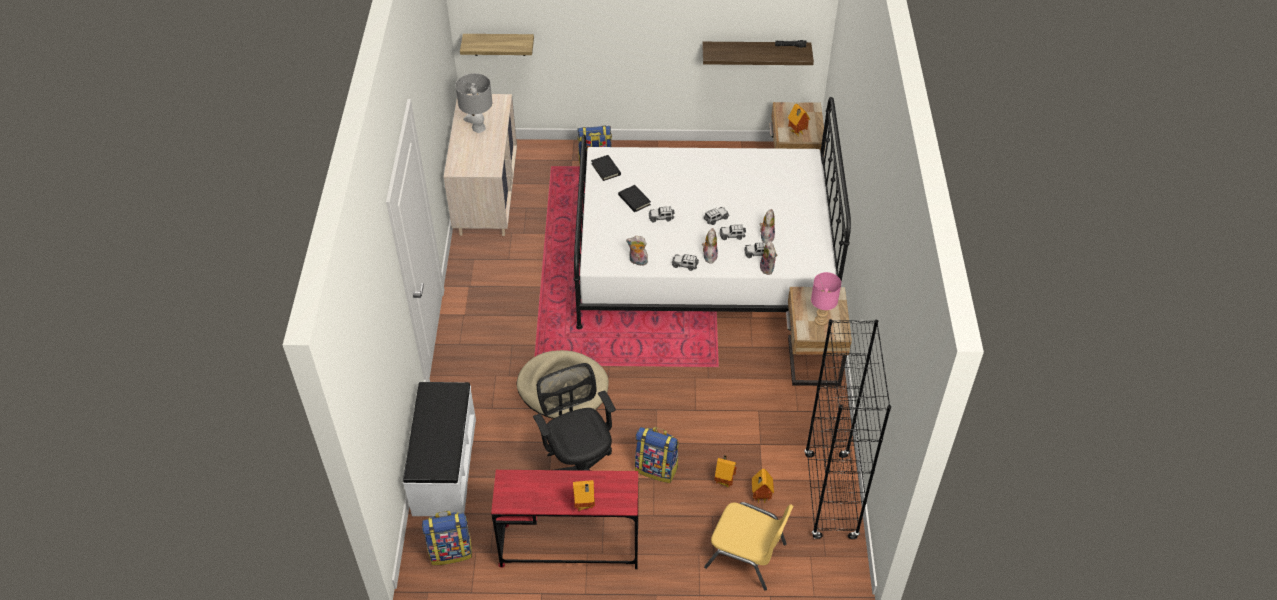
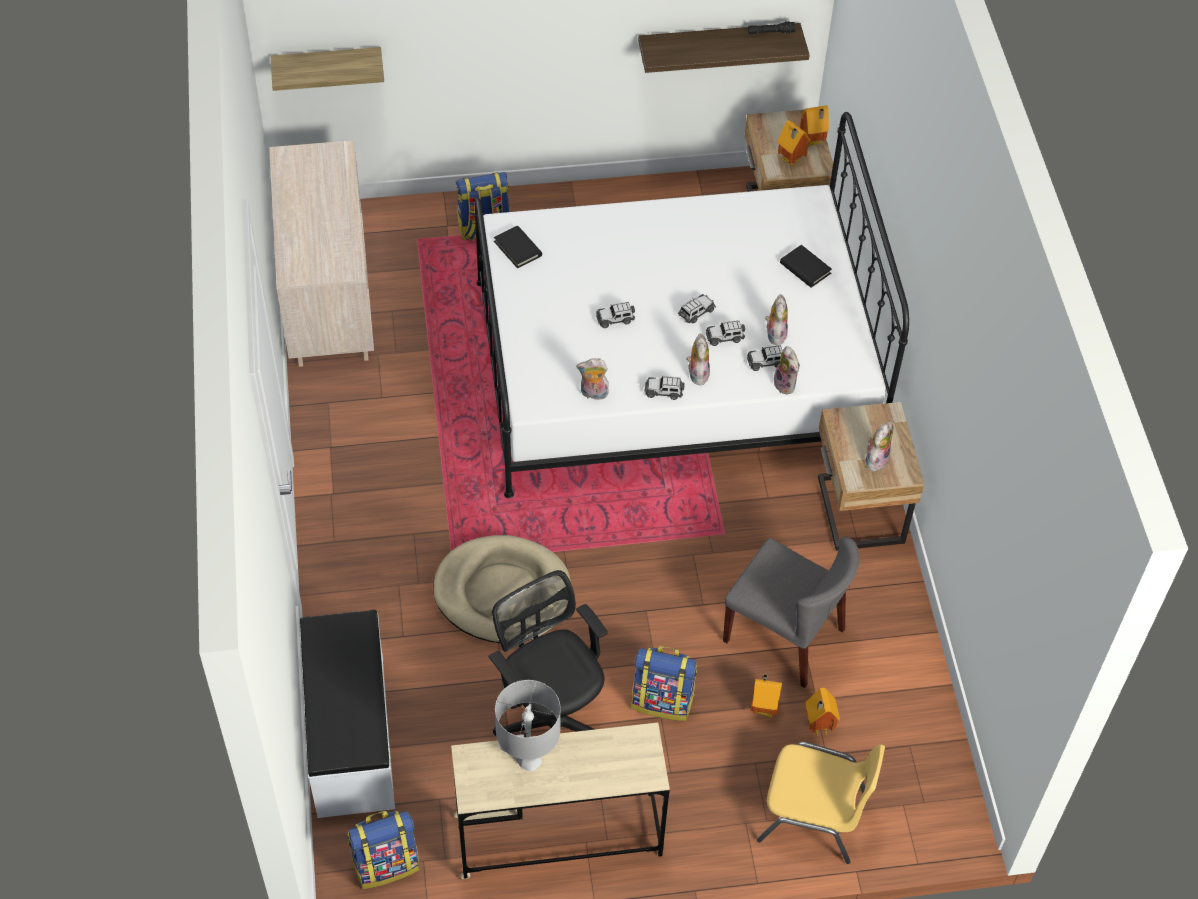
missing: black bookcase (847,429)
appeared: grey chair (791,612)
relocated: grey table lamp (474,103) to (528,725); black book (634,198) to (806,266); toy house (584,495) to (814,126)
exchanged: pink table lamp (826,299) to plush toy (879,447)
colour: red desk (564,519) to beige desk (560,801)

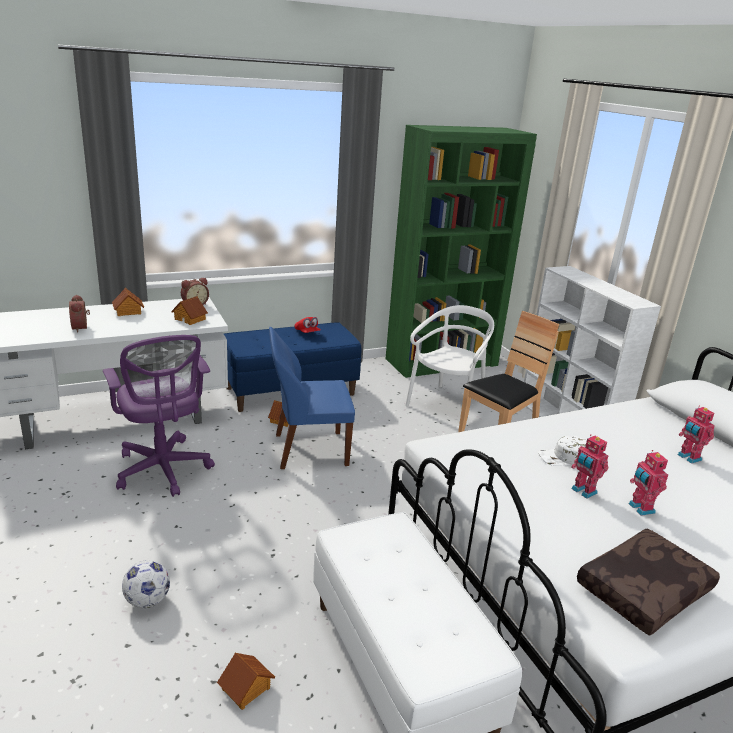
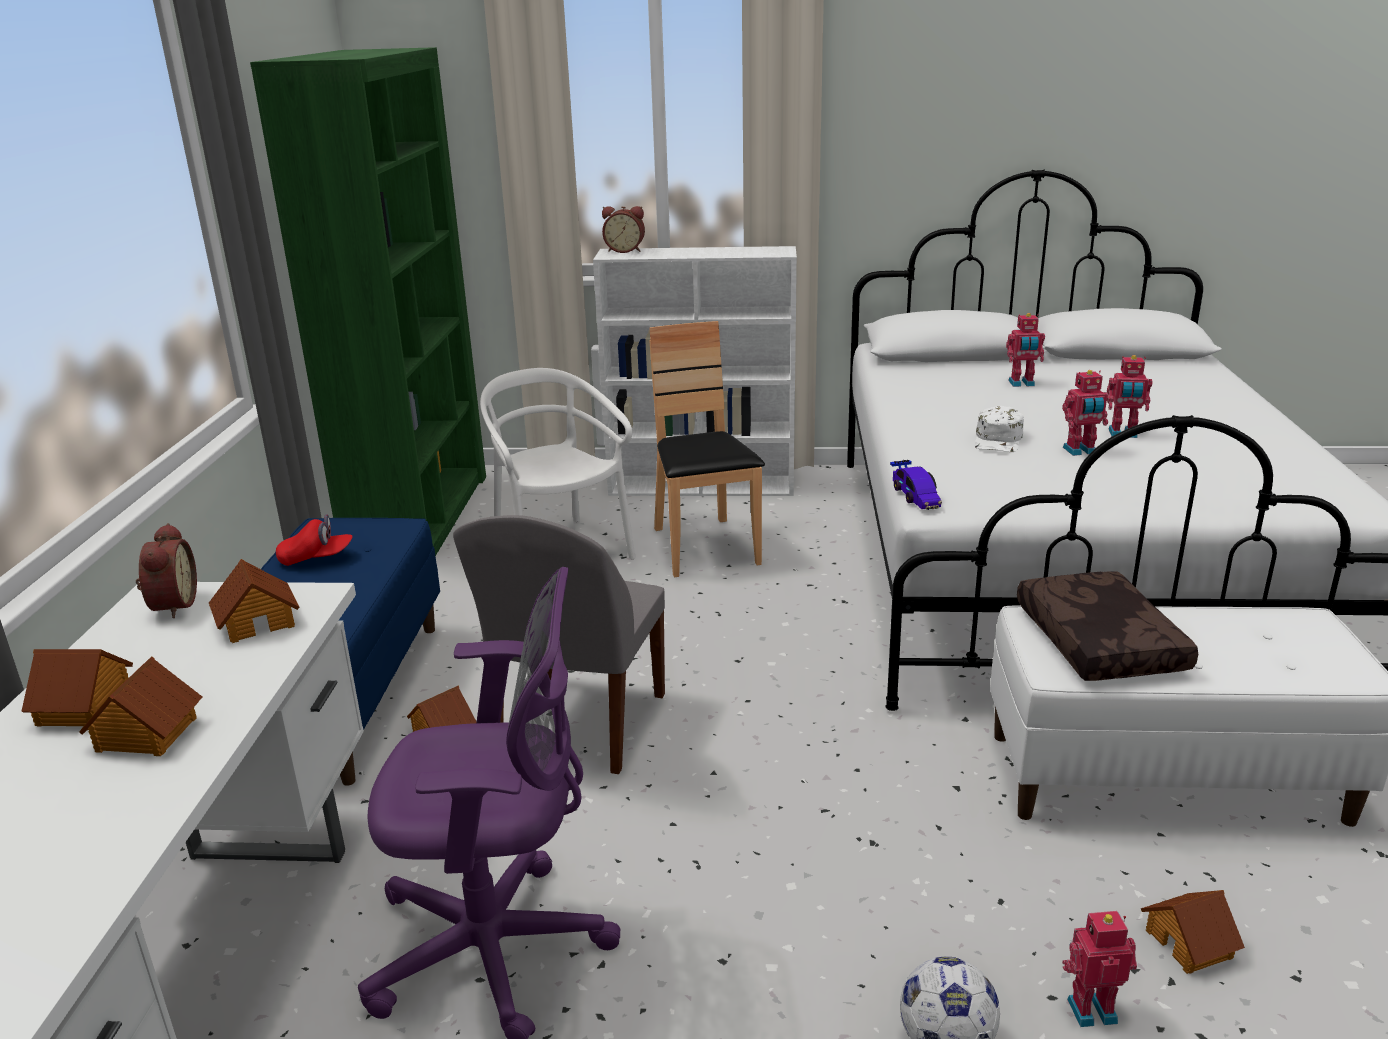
appeared: toy house (140,706); toy car (916,485); toy robot (1099,969)
relocated: alarm clock (79,313) to (623,229); brown pillow (648,582) to (1107,626)
colour: blue chair (312,398) to grey chair (559,644)

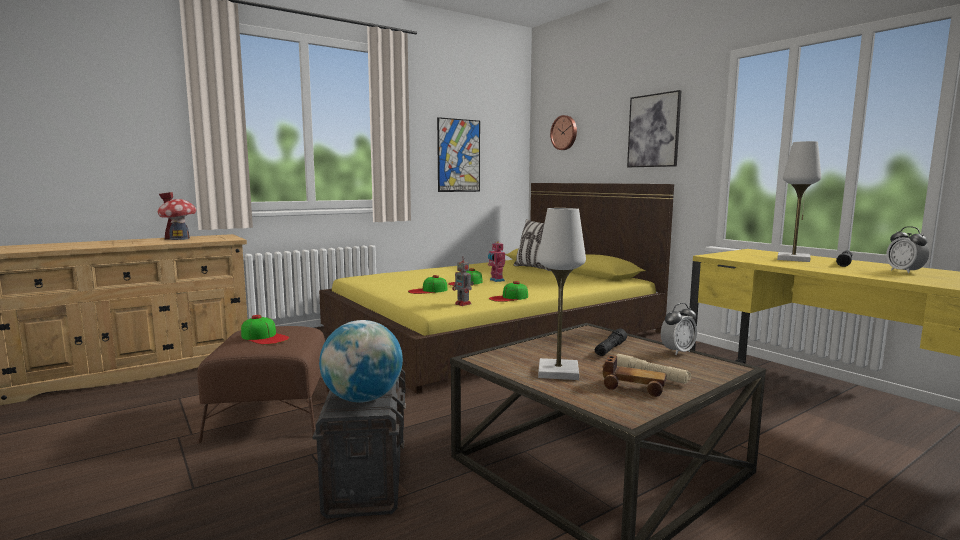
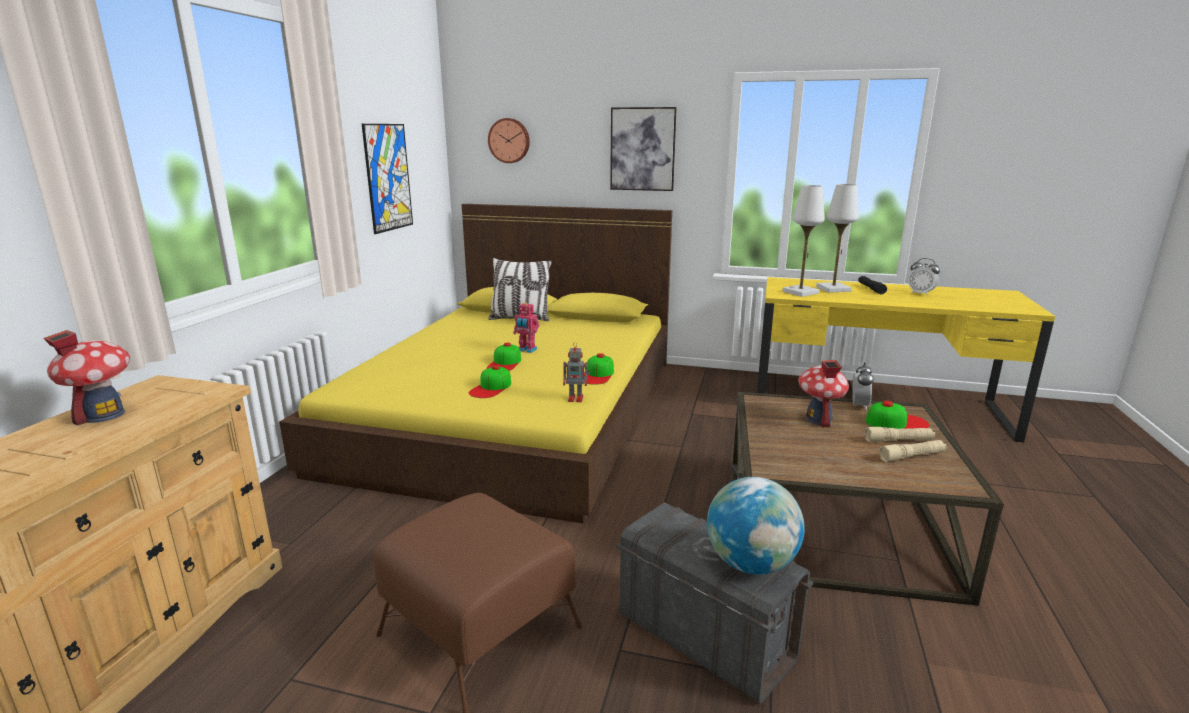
relocated: white table lamp (562,294) to (803,241); cap (265,330) to (898,415)
exchanged: black flashlight (611,342) to toy house (823,393); toy car (634,376) to beige flashlight (913,451)

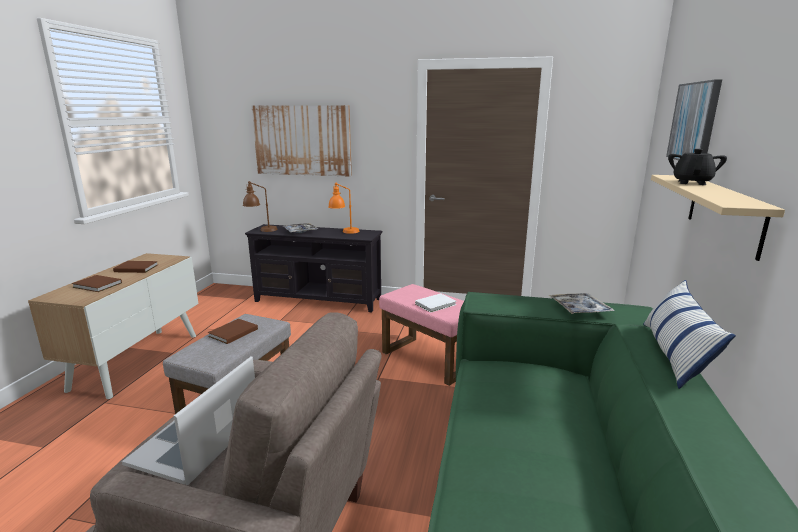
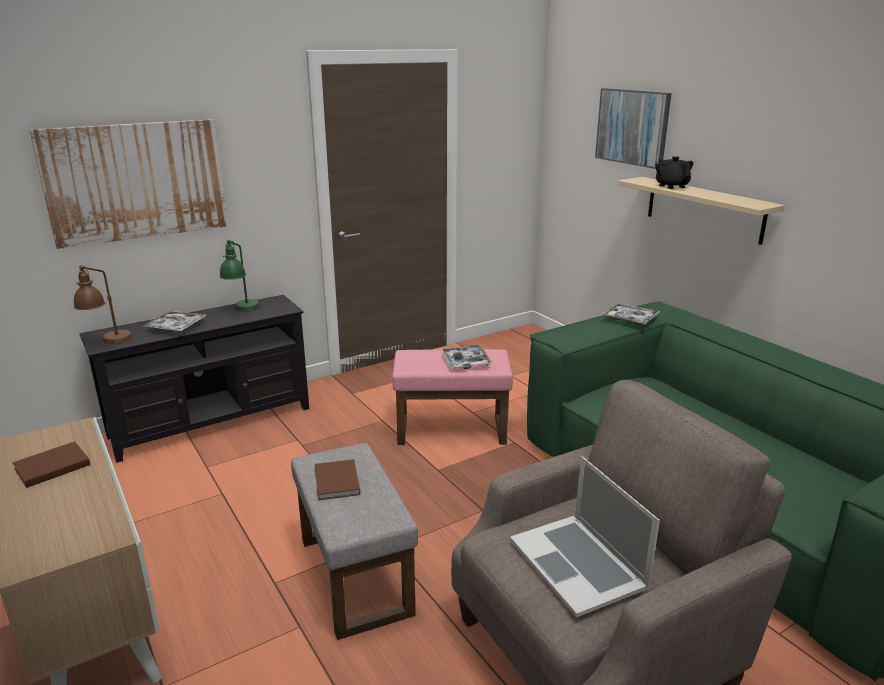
missing: brown book (96,283); pillow (689,334)
exchanged: white book (436,303) to tray (466,357)
colour: orange table lamp (343,208) to green table lamp (239,275)

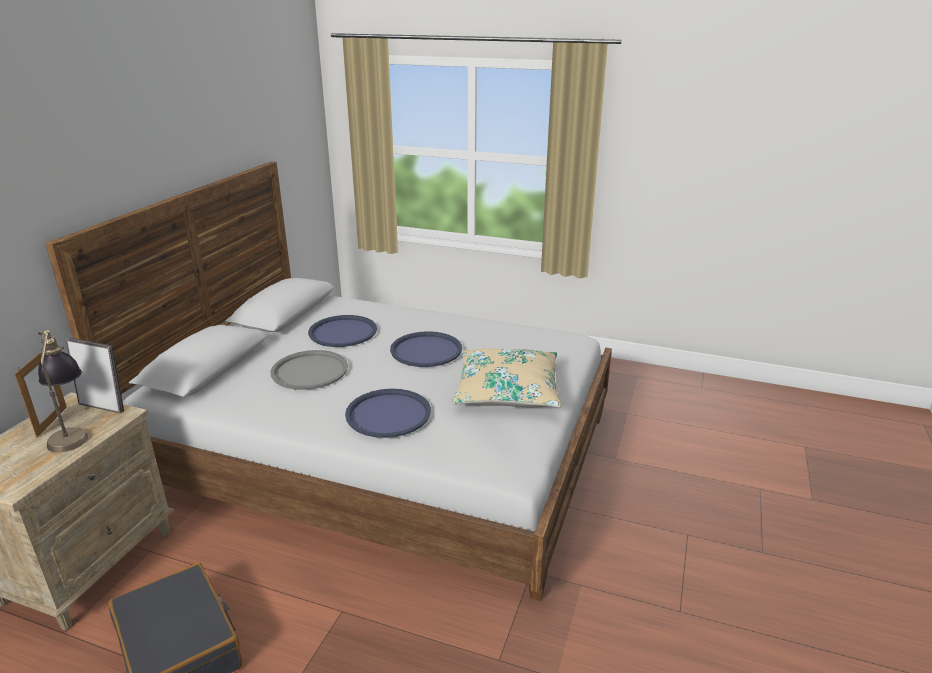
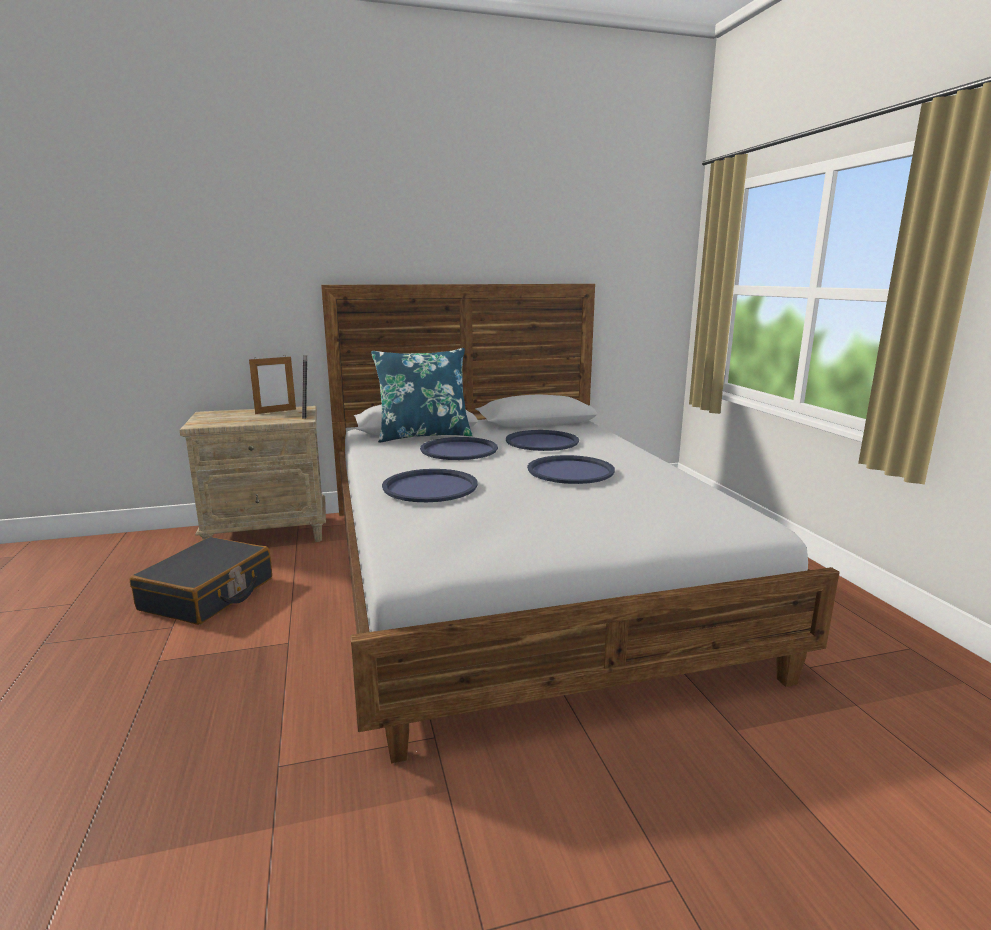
missing: table lamp (63,391); beige pillow (506,378)
appeared: blue pillow (422,395)
colour: grey tray (309,370) to blue tray (459,448)

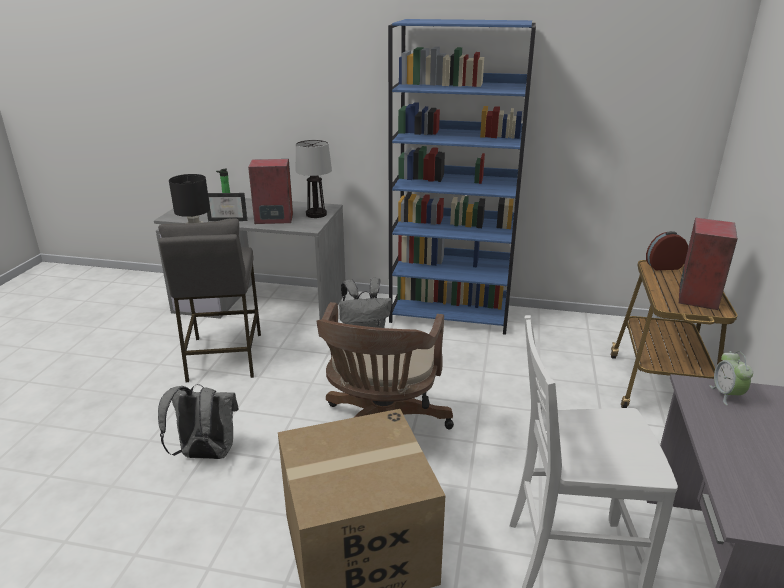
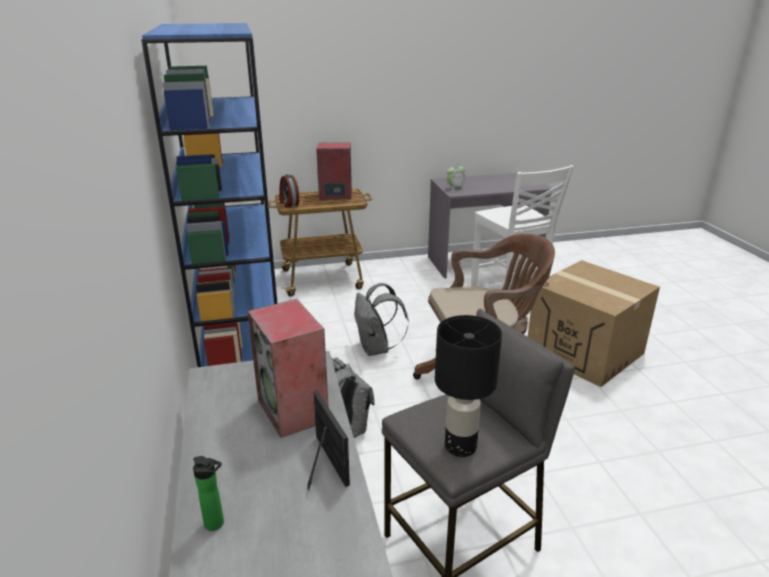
missing: table lamp (314,179)
relocated: grey backpack (198,421) to (381,319)

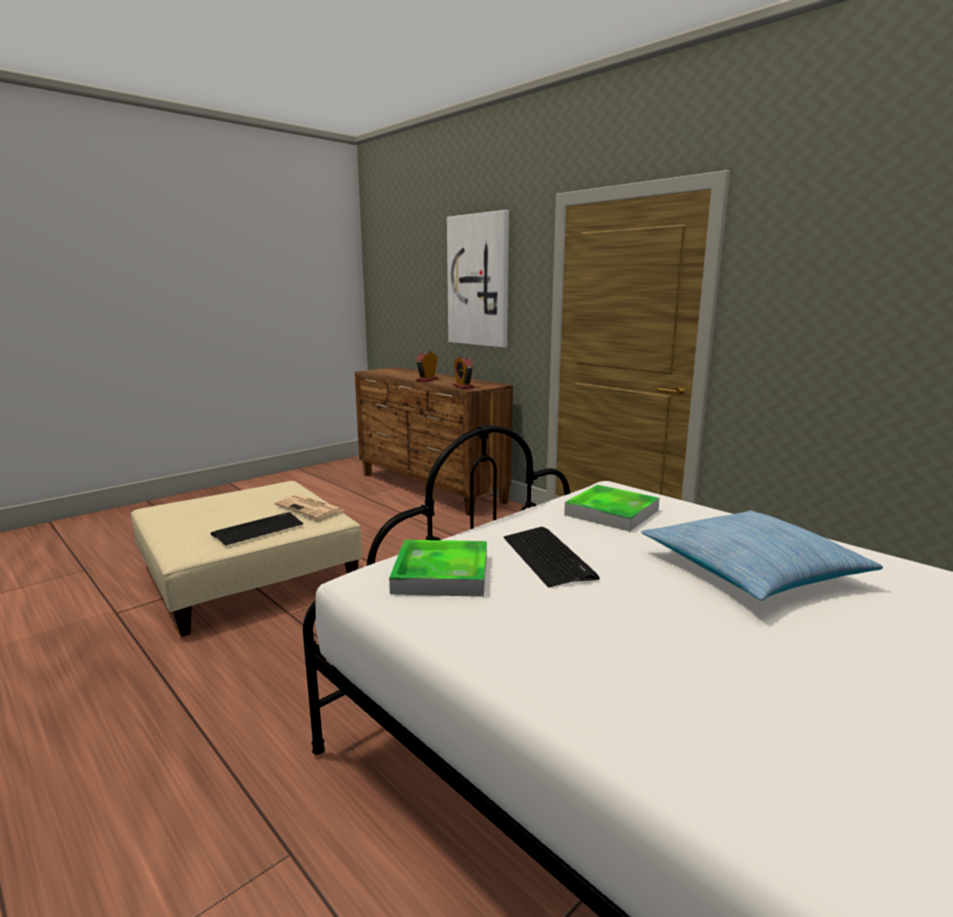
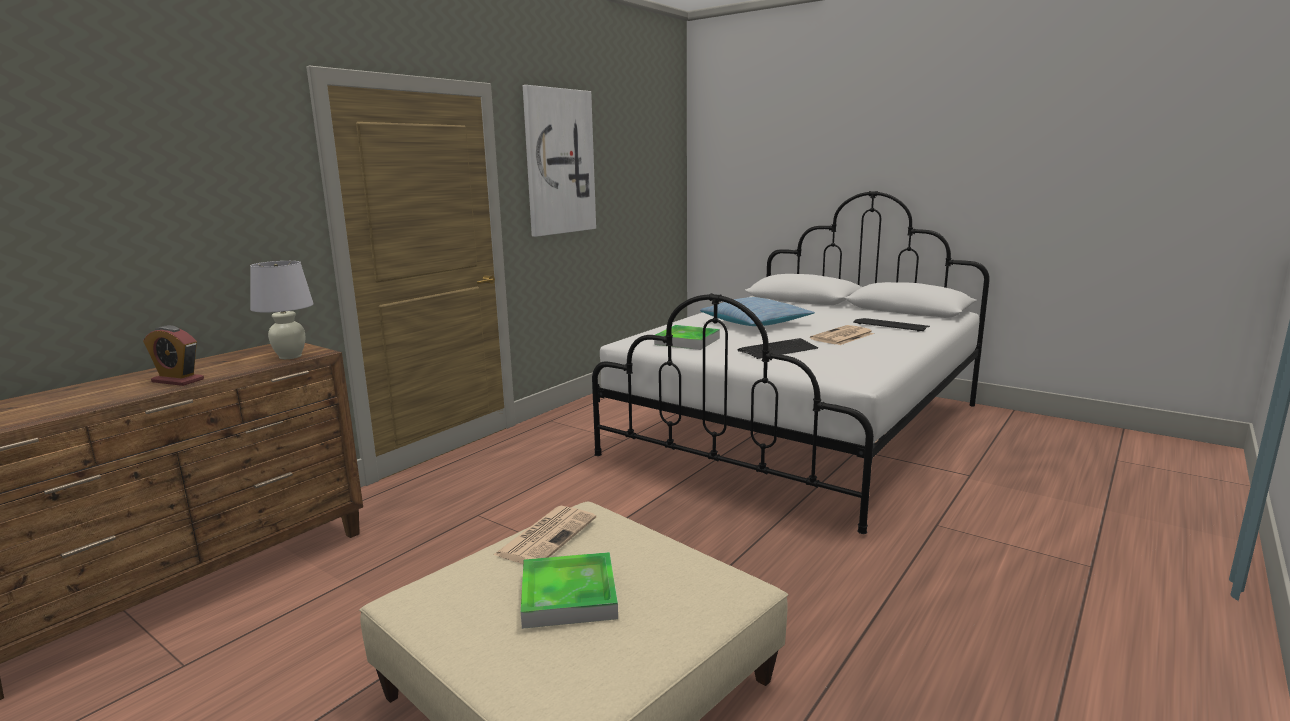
appeared: newspaper (842,335)
relocated: tray (438,568) to (569,590); picture (478,278) to (559,161); keyboard (257,529) to (891,325)
exchanged: alarm clock (463,372) to white table lamp (282,310)

